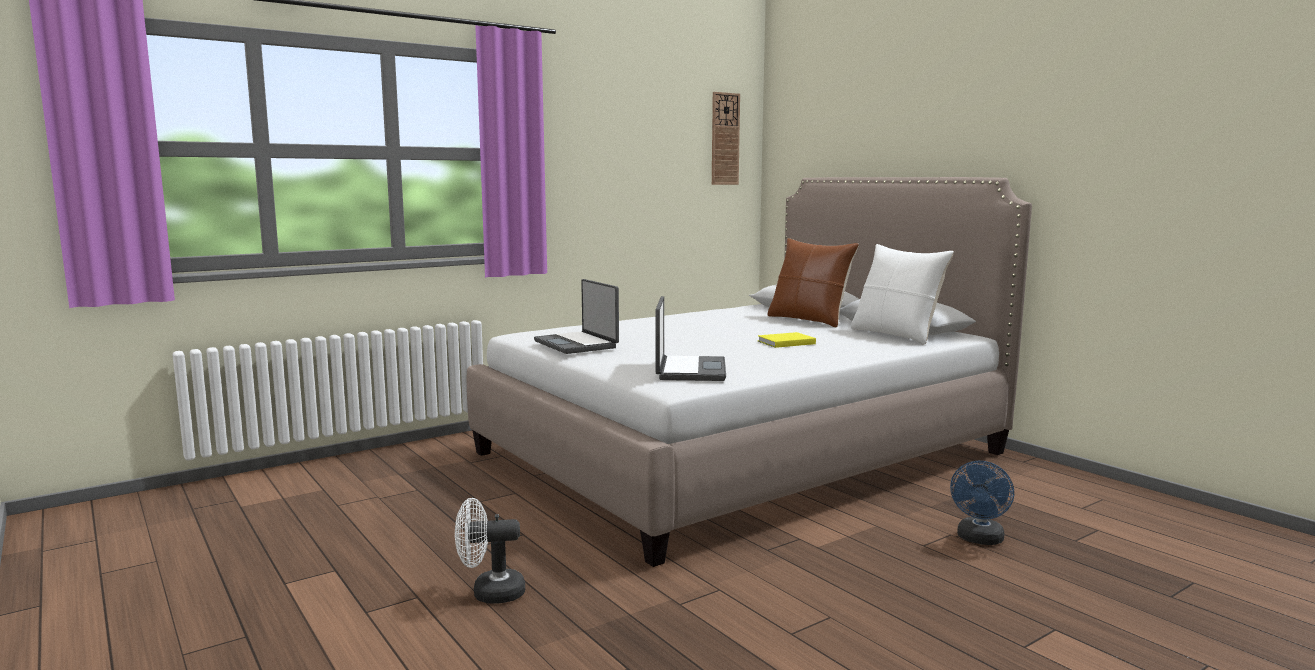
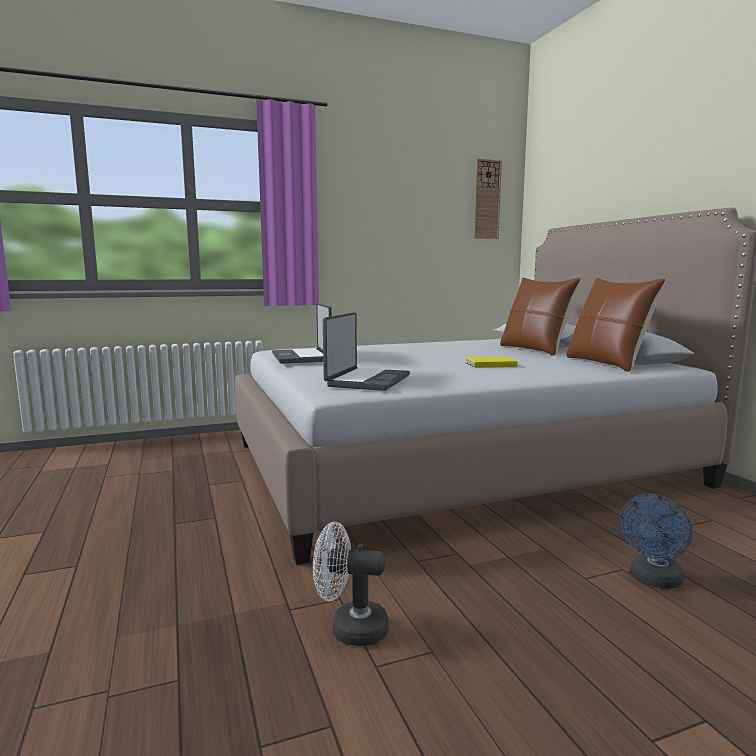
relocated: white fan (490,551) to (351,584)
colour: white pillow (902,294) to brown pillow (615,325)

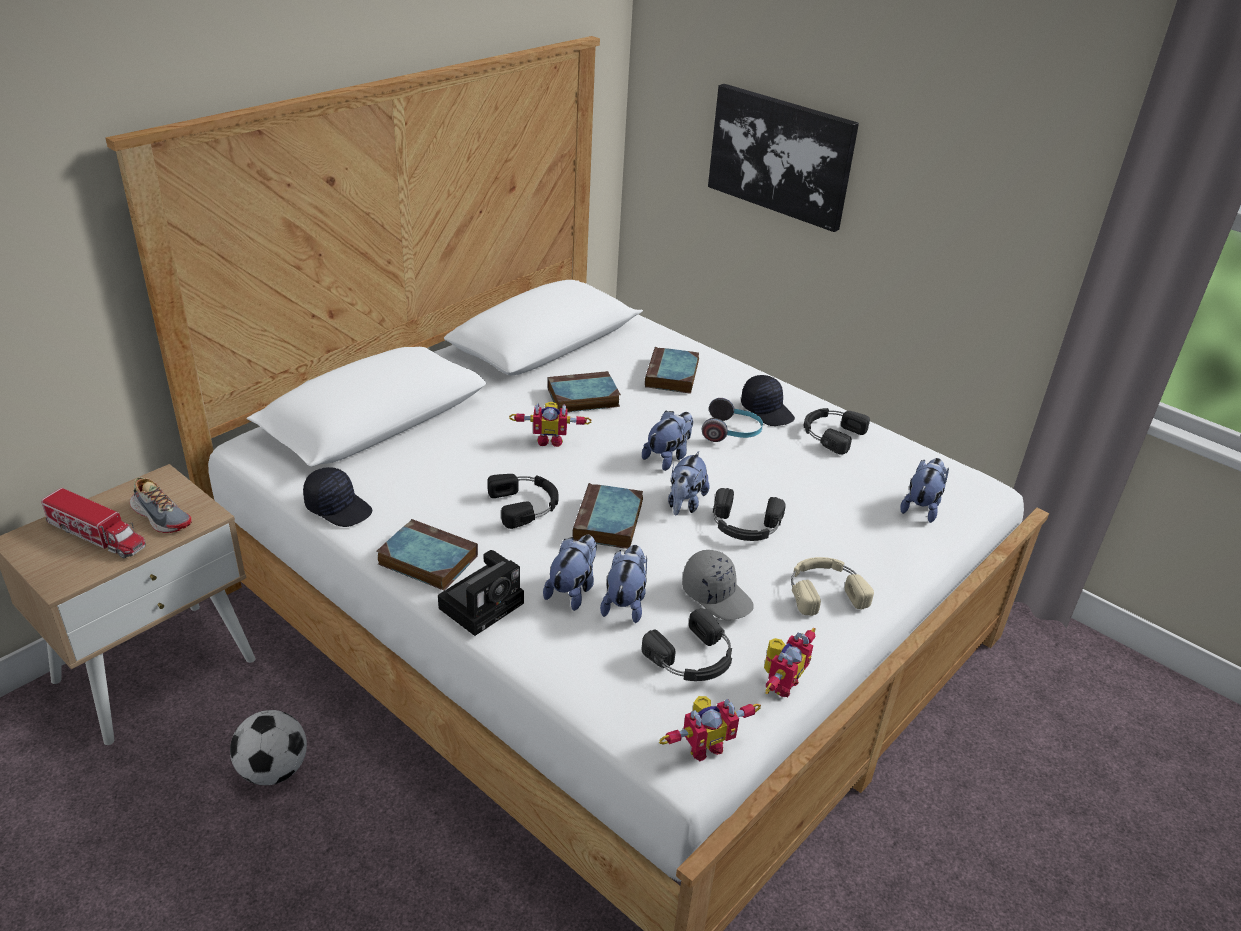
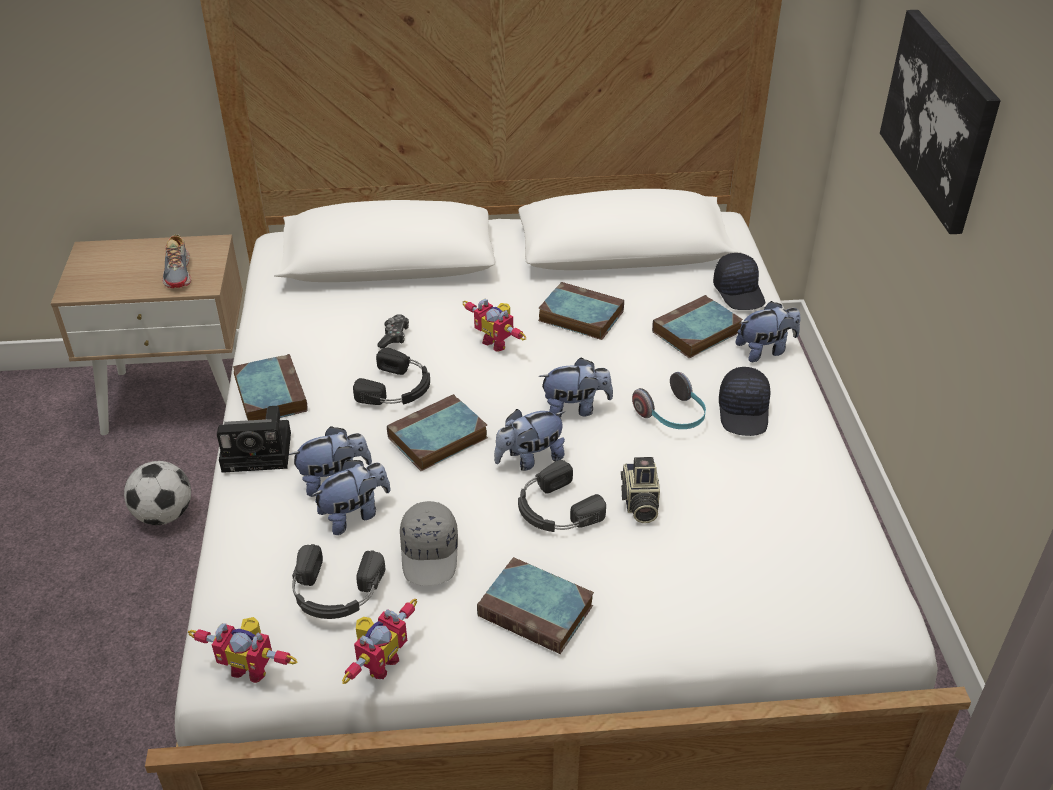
missing: toy truck (93,523); black headphones (837,431)
appeared: game controller (393,331); photo camera (640,490)
relocated: black cap (337,497) to (739,281); plush toy (924,490) to (768,331)
exchanged: beige headphones (832,586) to book (535,605)
spun: toy robot (790,662) = (379,641) 45 degrees counterclockwise

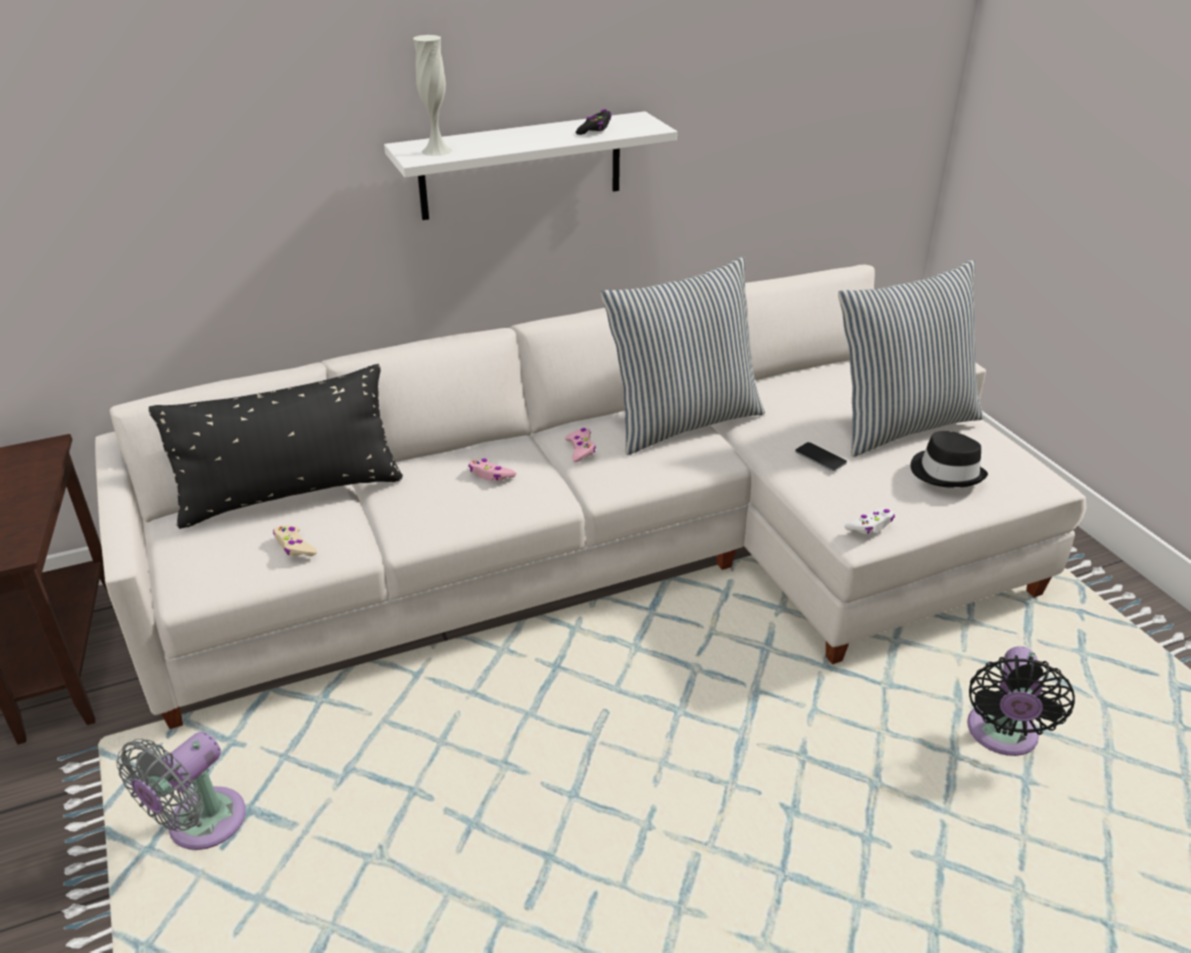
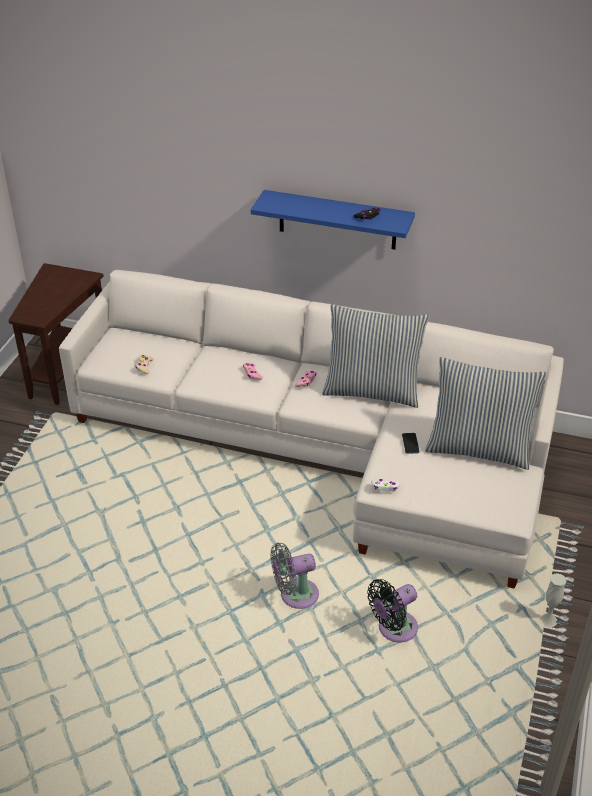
missing: black pillow (276,446); black hat (949,459)
relocated: grey fan (181,791) to (294,576); white vase (433,95) to (554,600)
colour: white shelf (530,165) to blue shelf (333,220)

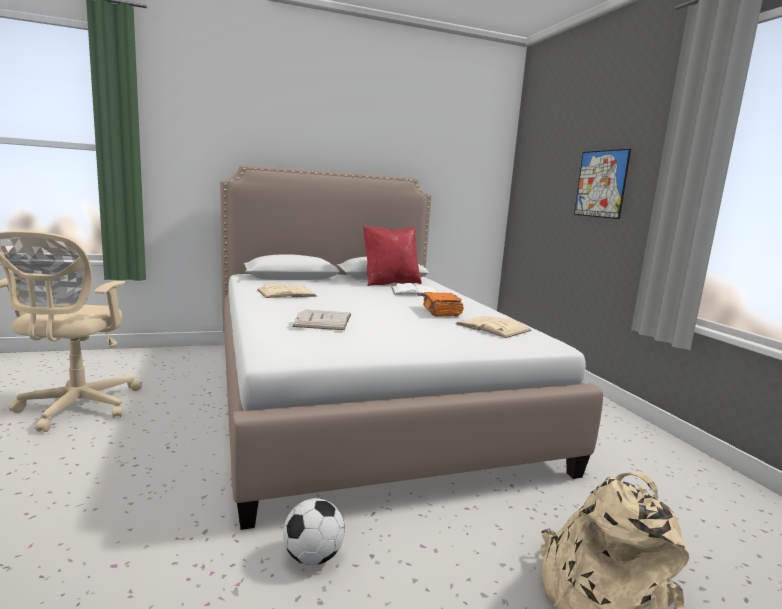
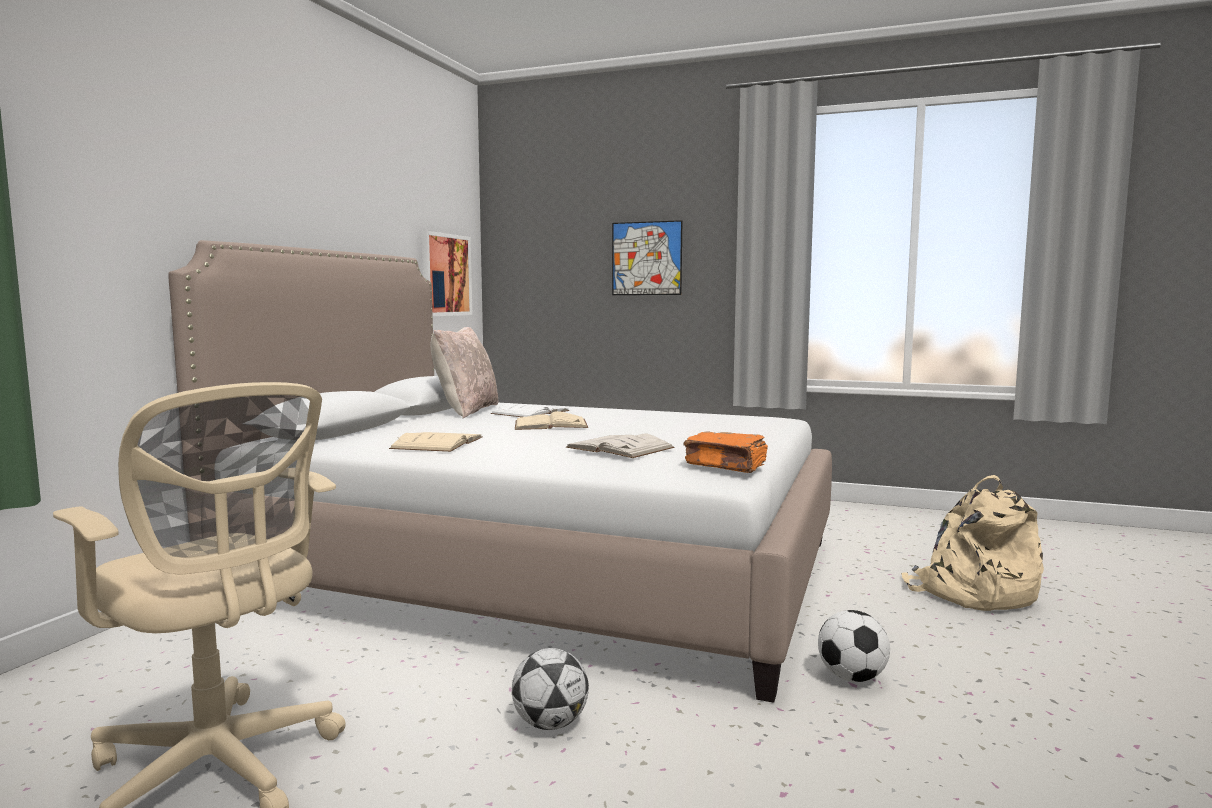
appeared: picture (447,273); football (550,689)
relocated: beige book (493,327) to (551,420); orange book (443,304) to (725,452)
colour: red pillow (392,256) to beige pillow (465,372)

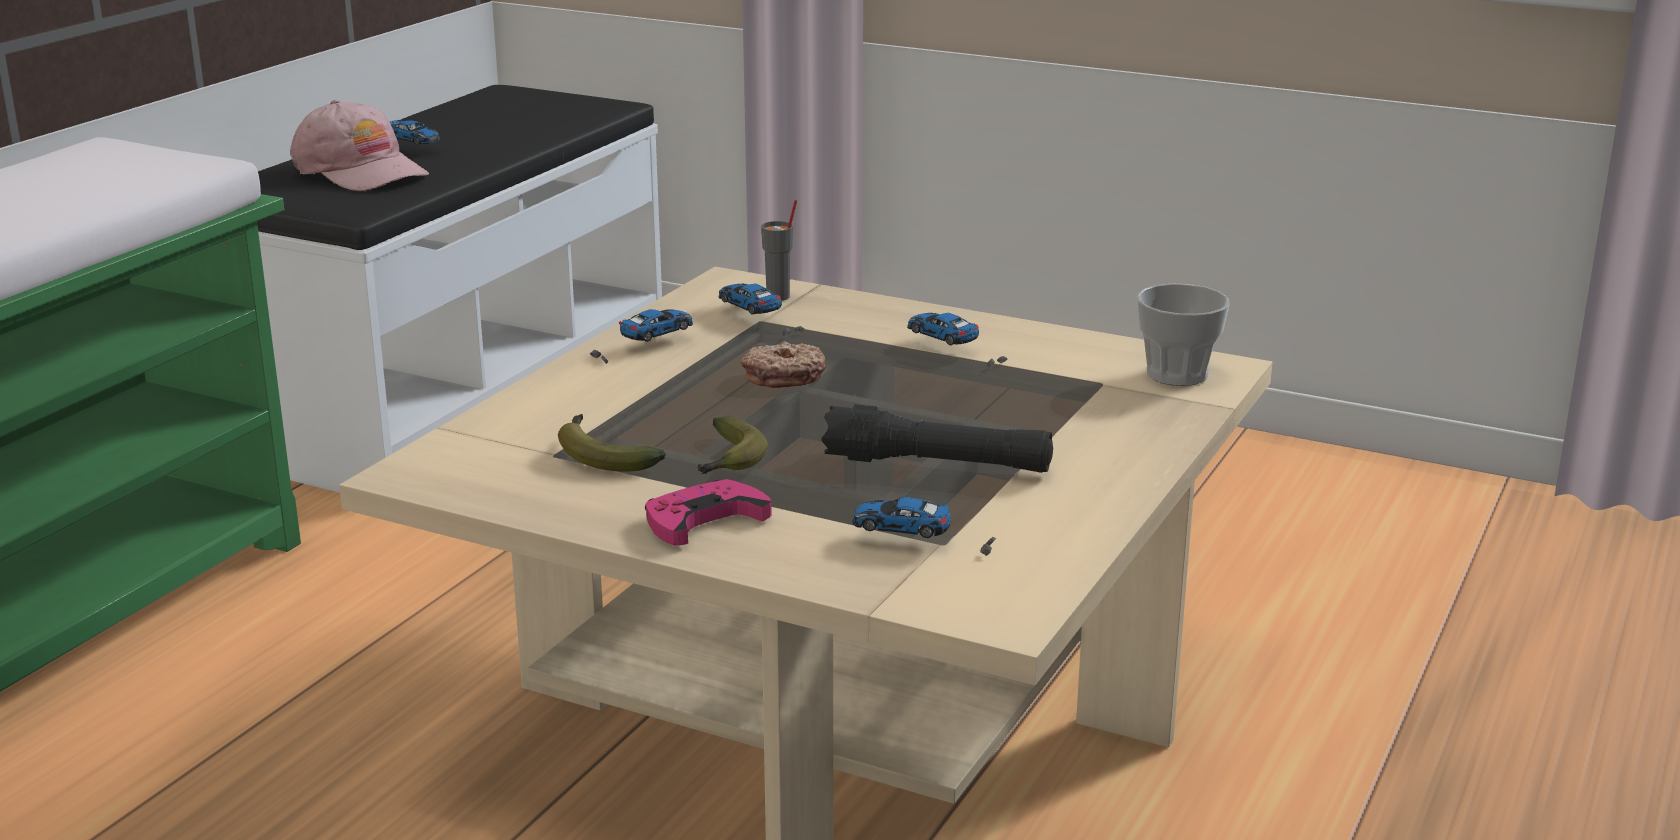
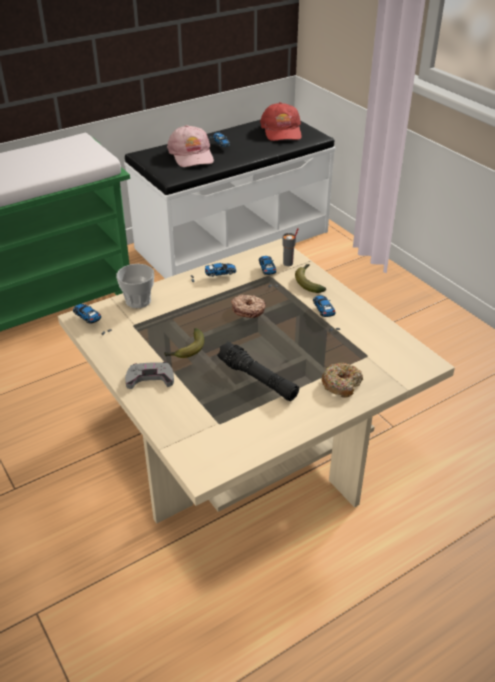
appeared: red cap (281,121); donut (342,380)
relocated: toy car (924,526) to (92,319); cup (1183,334) to (135,286); banana (612,443) to (310,278)
colour: pink game controller (708,512) to grey game controller (149,375)

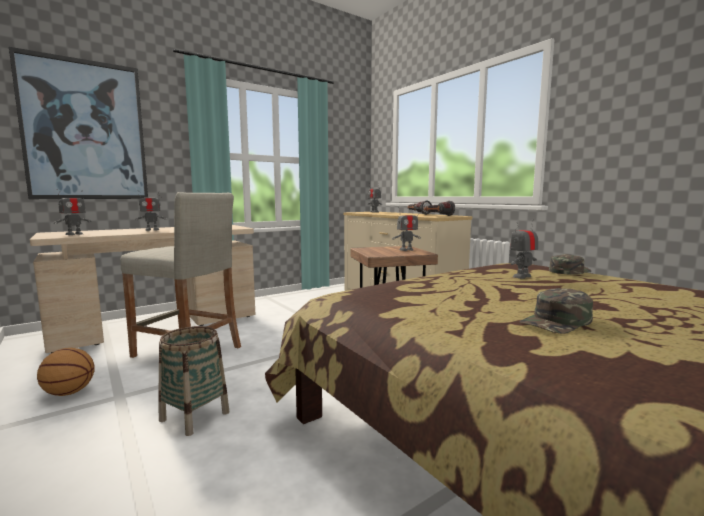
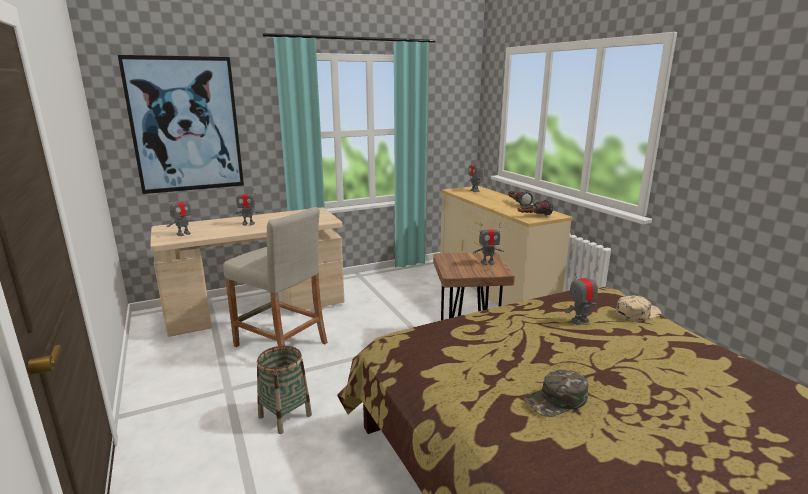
missing: basketball (65,372)
colour: green cap (570,264) to beige cap (638,308)

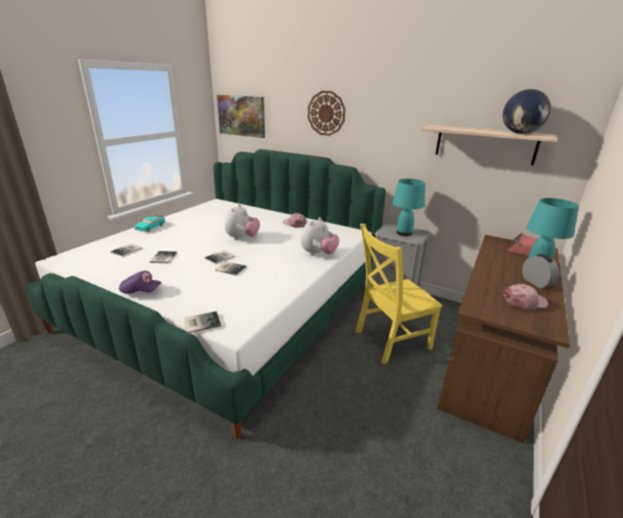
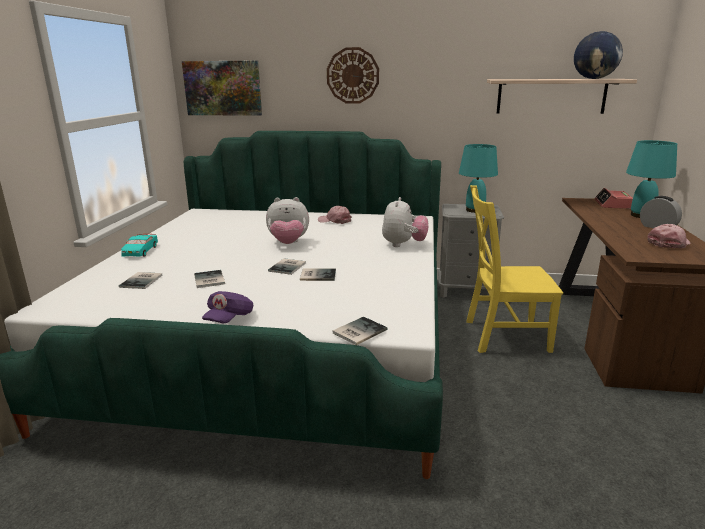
spun: purple cap (140,282) = (227,307) 120 degrees clockwise; plush toy (242,222) = (287,220) 90 degrees clockwise; yellow chair (399,294) = (514,269) 45 degrees clockwise

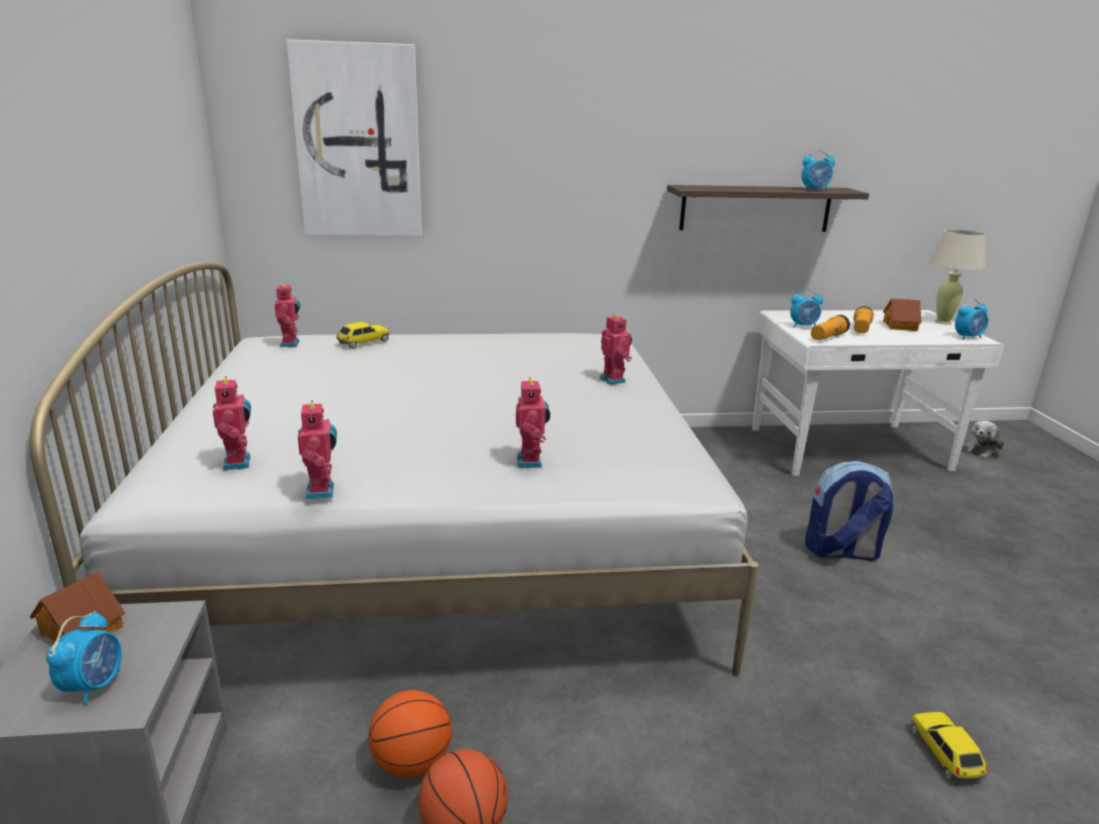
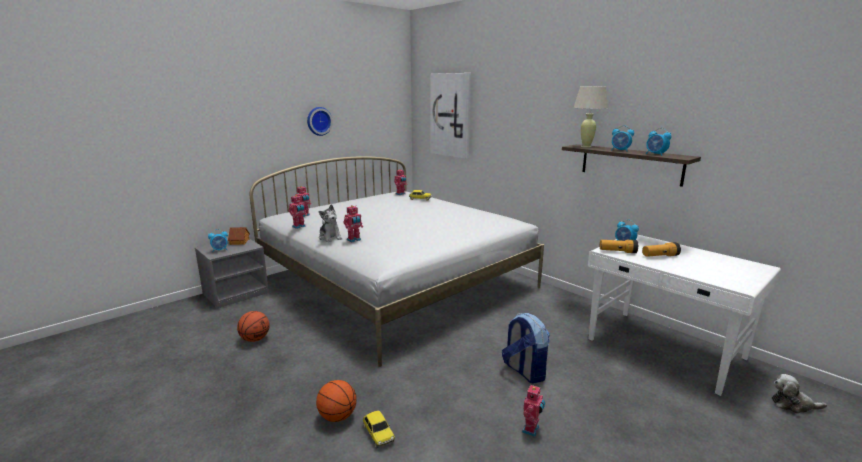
missing: toy house (902,315)
appeared: wall clock (320,121); plush toy (330,223)
relocated: basketball (410,734) to (336,401); toy robot (616,349) to (533,410); beige table lamp (957,276) to (590,117); alarm clock (971,319) to (622,138)
spun: toy car (949,746) = (379,430) 105 degrees clockwise

